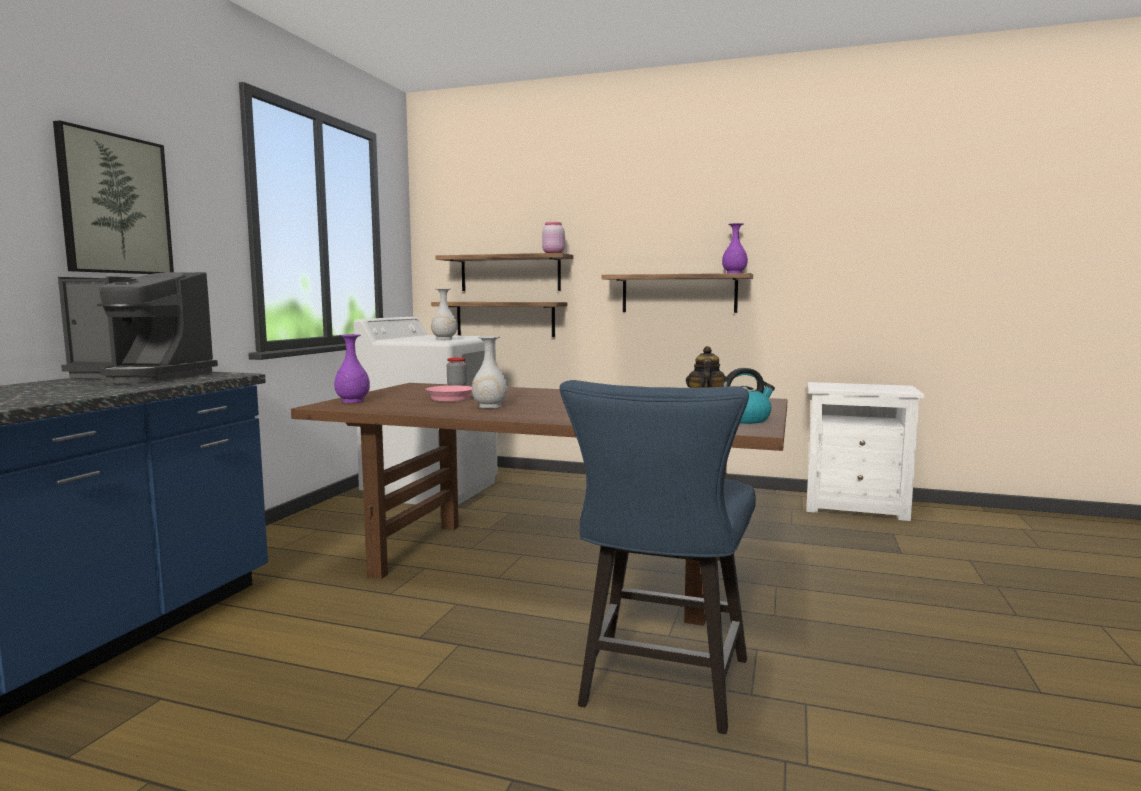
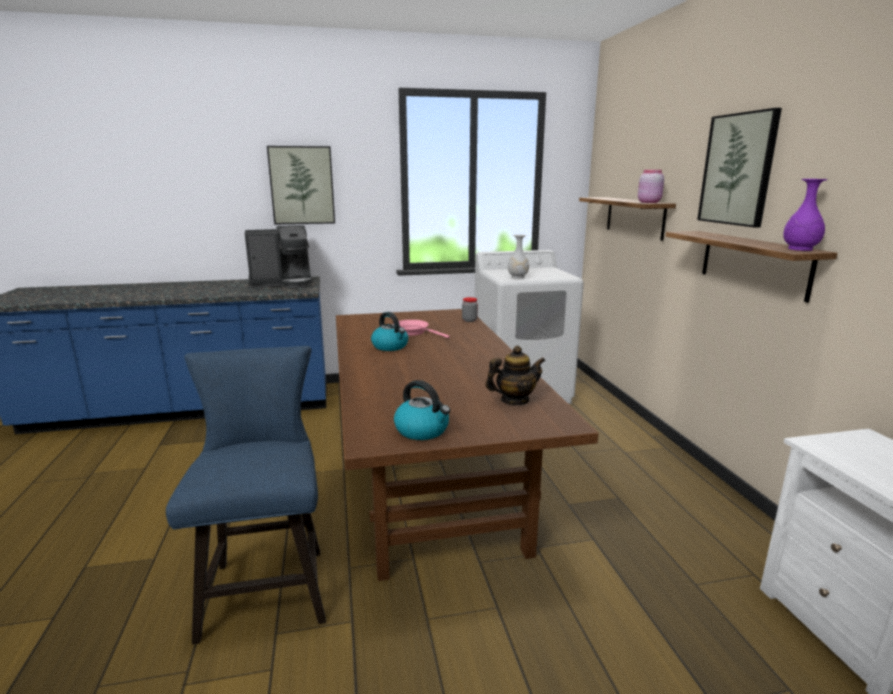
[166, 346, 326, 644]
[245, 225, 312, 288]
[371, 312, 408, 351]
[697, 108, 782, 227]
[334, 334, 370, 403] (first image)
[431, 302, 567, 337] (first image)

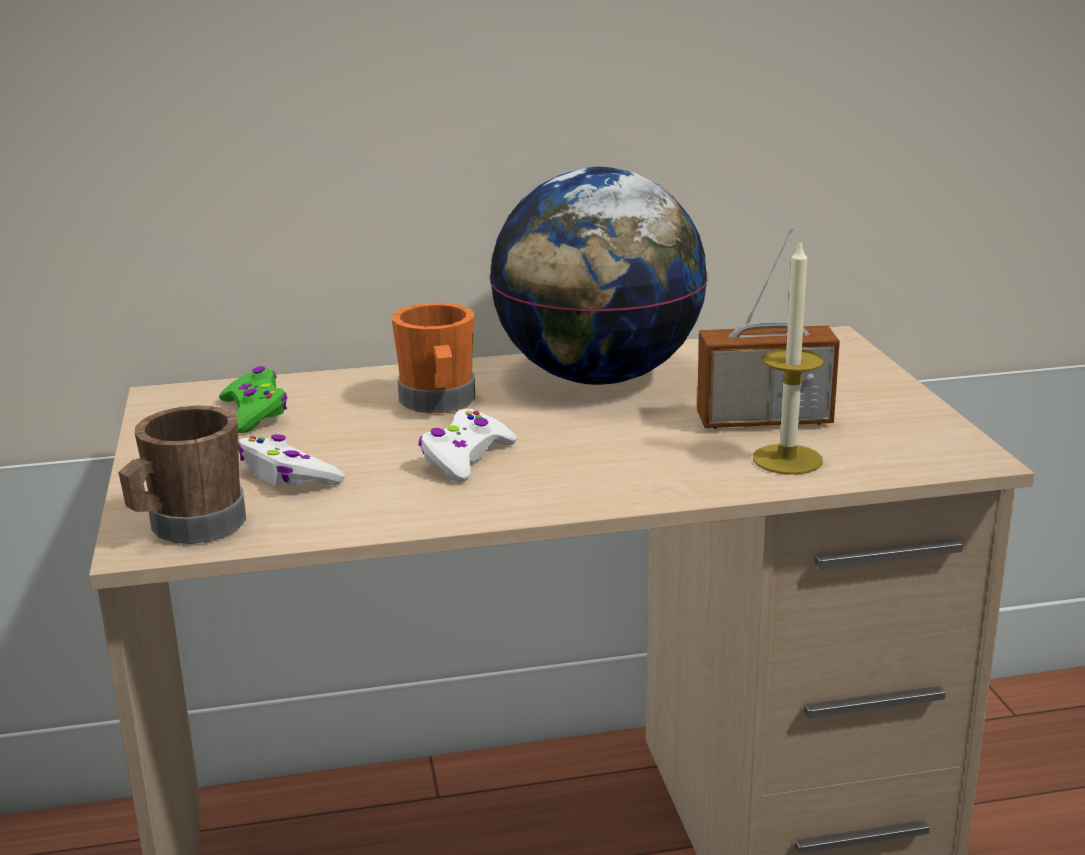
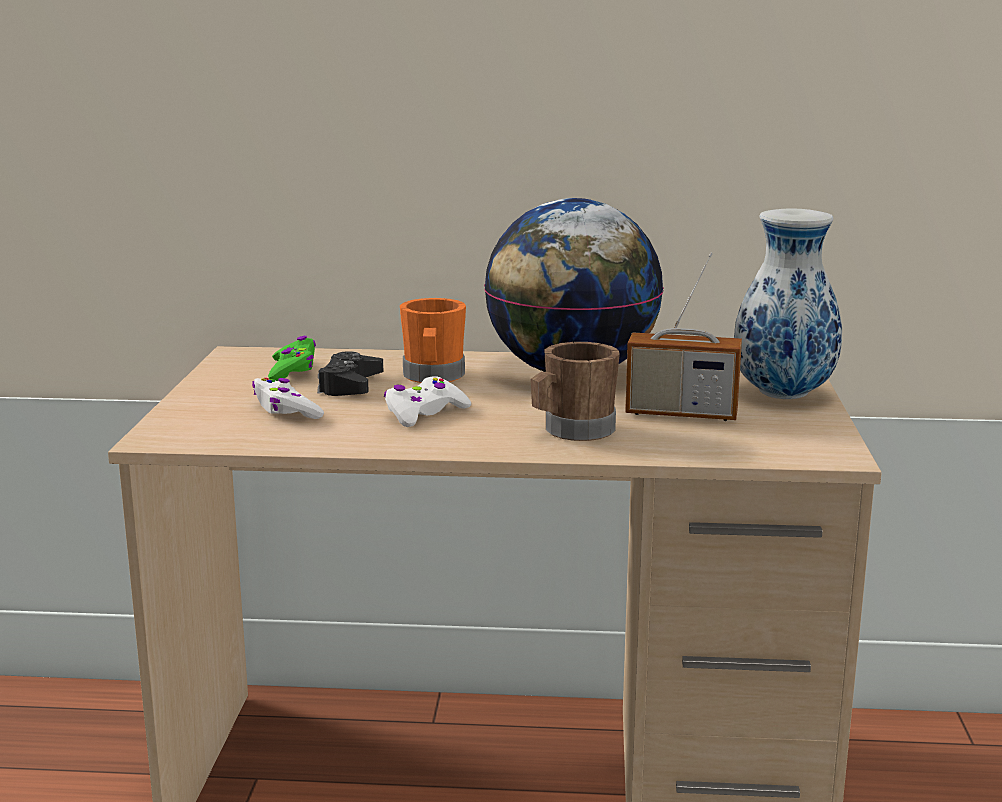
[317, 351, 383, 396]
[531, 342, 620, 441]
[734, 209, 842, 399]
[753, 239, 824, 475] (first image)

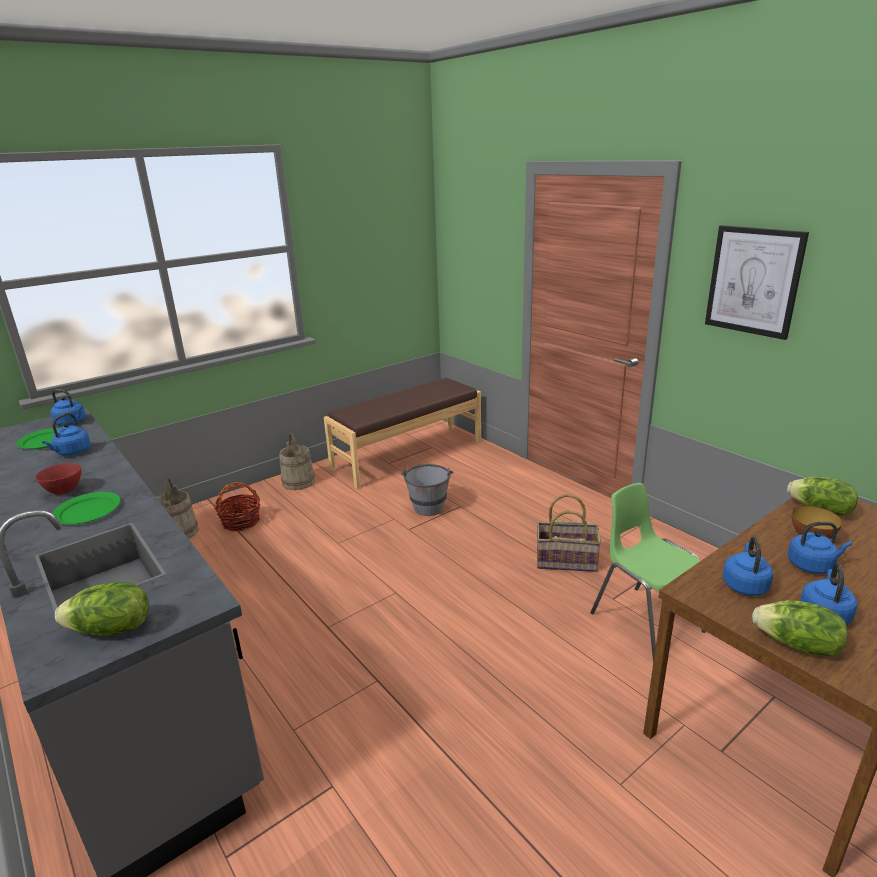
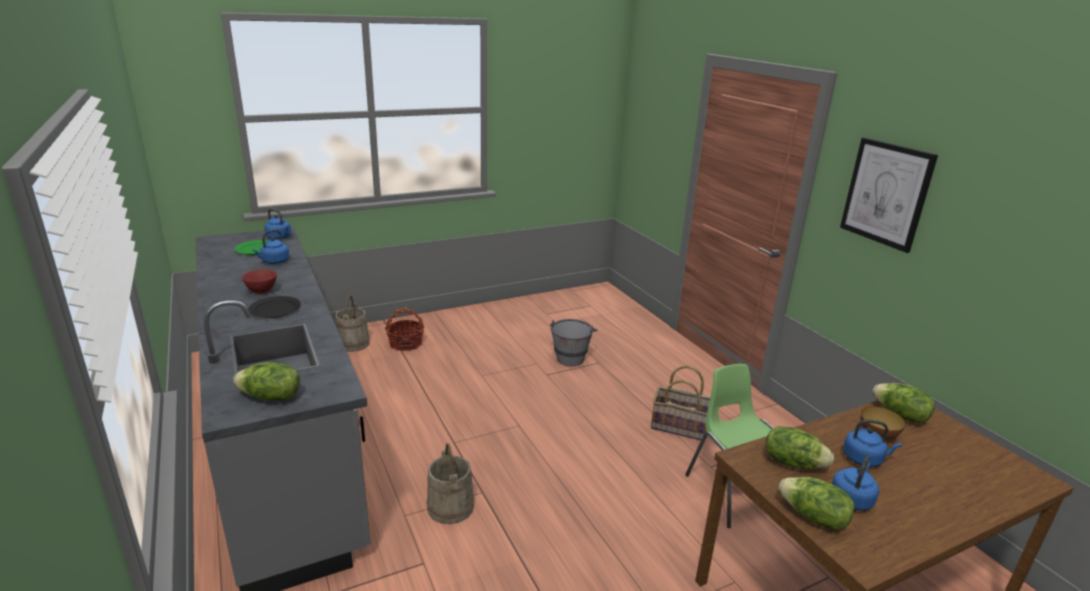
[248, 296, 301, 318]
[426, 443, 474, 524]
[765, 426, 834, 469]
[324, 378, 481, 489] (first image)

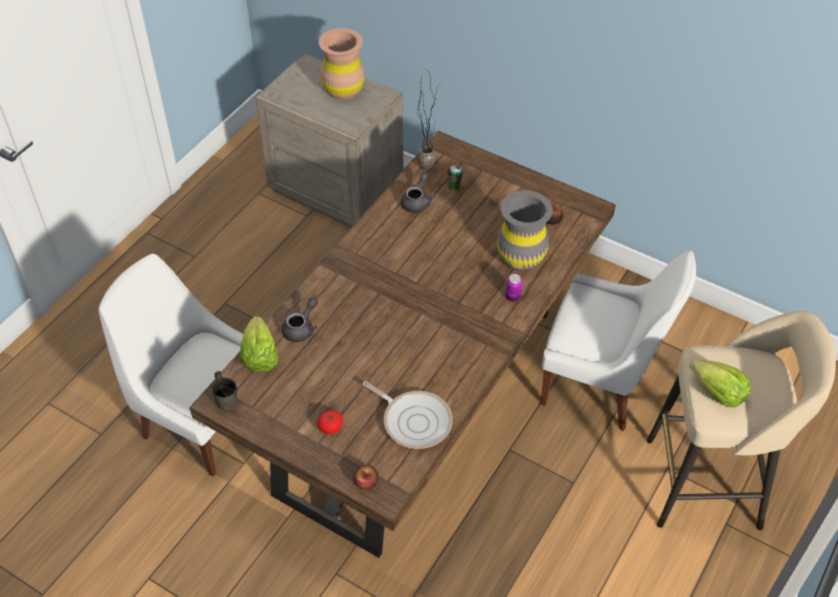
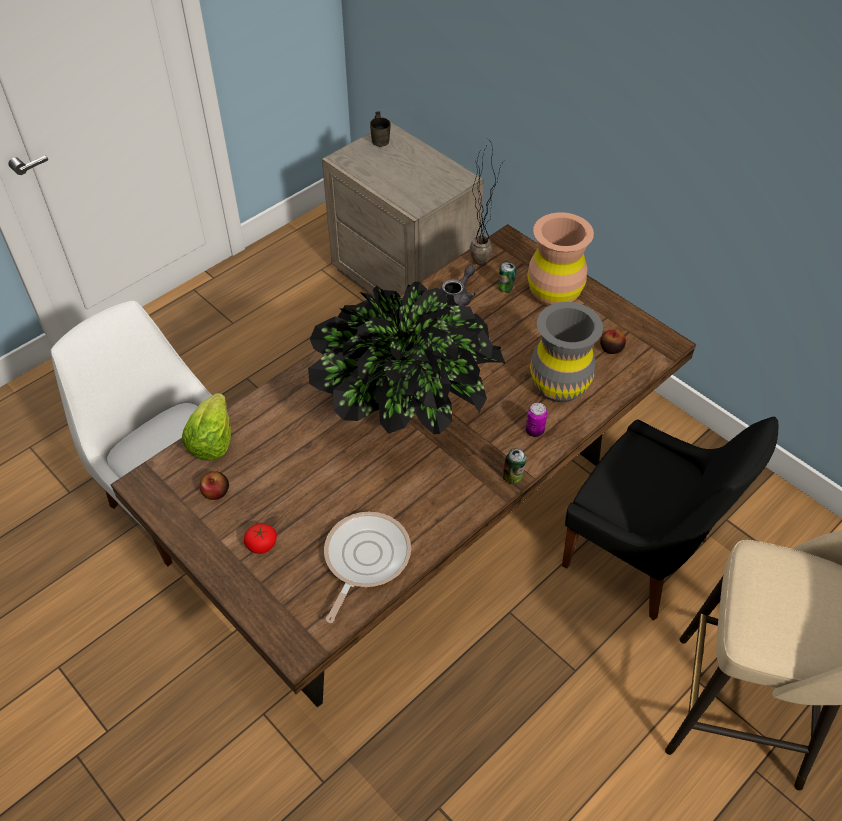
[200, 471, 229, 500]
[308, 282, 506, 434]
[324, 512, 411, 623]
[370, 111, 391, 147]
[502, 449, 527, 484]
[527, 212, 594, 306]
[562, 417, 778, 621]
[282, 298, 318, 342] (first image)
[690, 359, 751, 407] (first image)

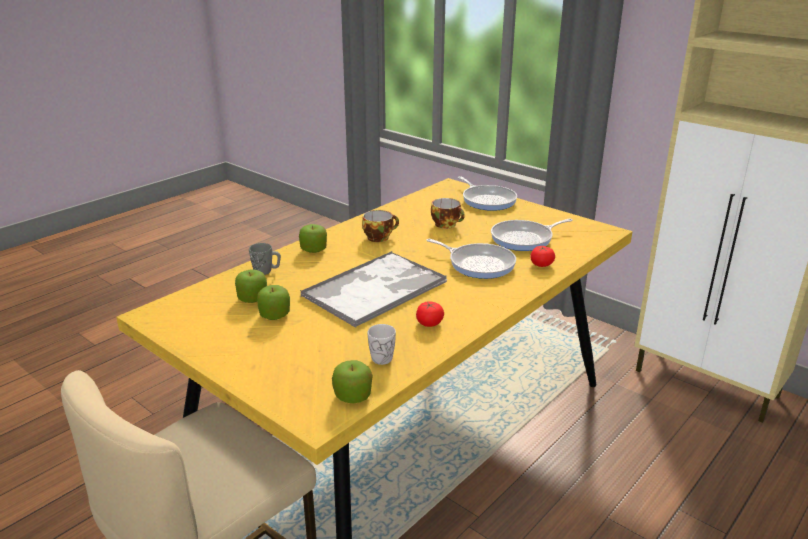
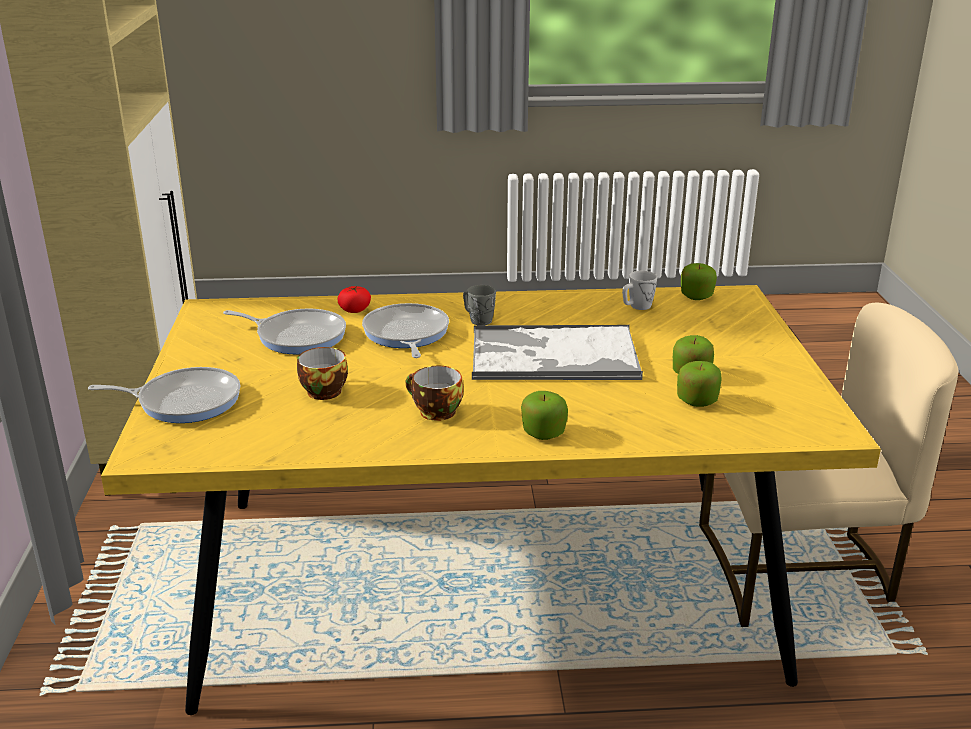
[88, 367, 240, 423]
[463, 285, 496, 325]
[416, 301, 444, 327] (first image)

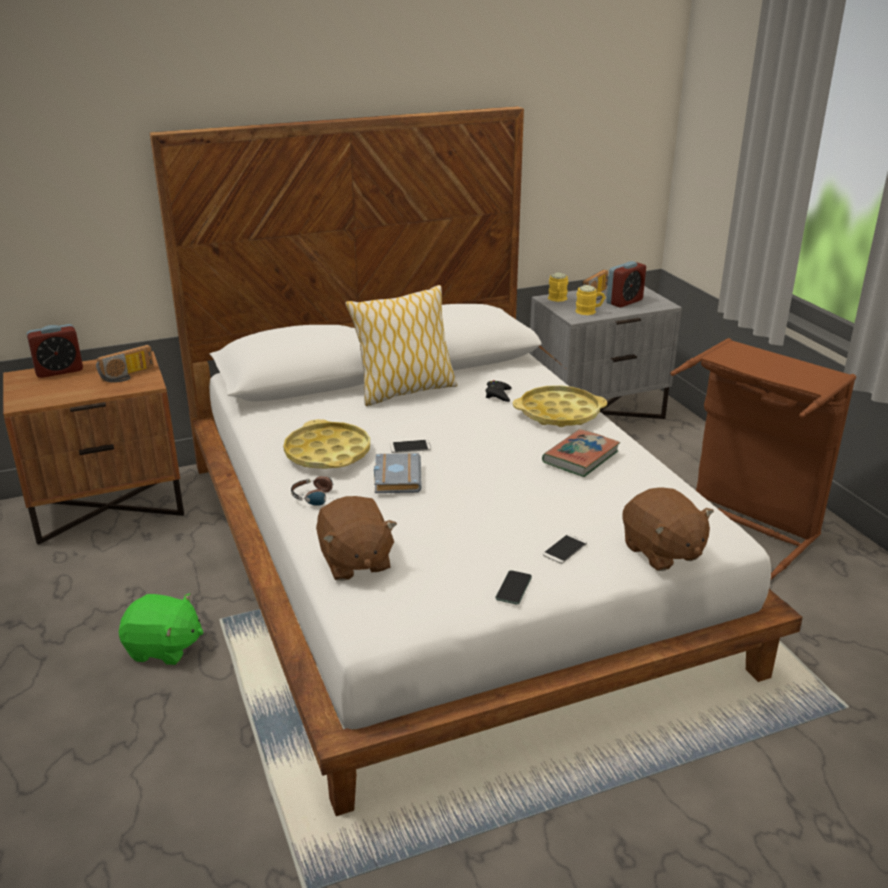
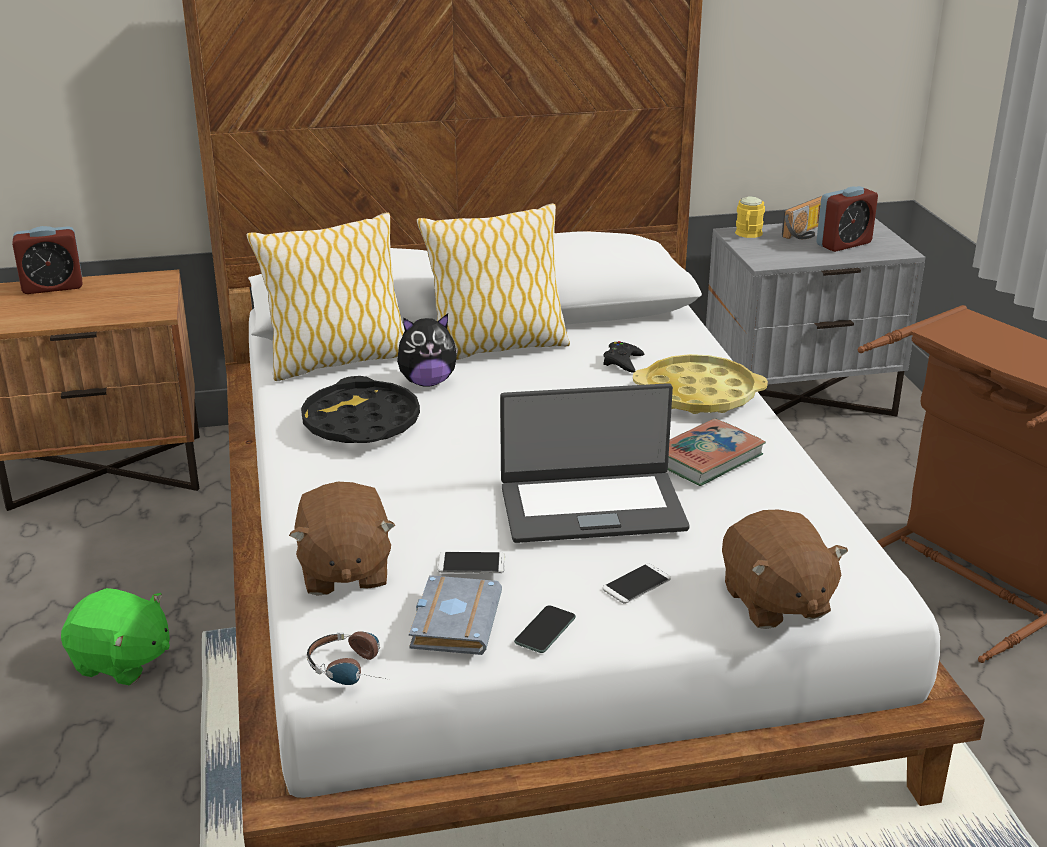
[246, 212, 405, 381]
[301, 376, 420, 443]
[307, 632, 389, 685]
[397, 314, 458, 387]
[409, 575, 502, 655]
[438, 552, 505, 573]
[500, 383, 690, 543]
[96, 345, 154, 383] (first image)
[575, 285, 606, 315] (first image)

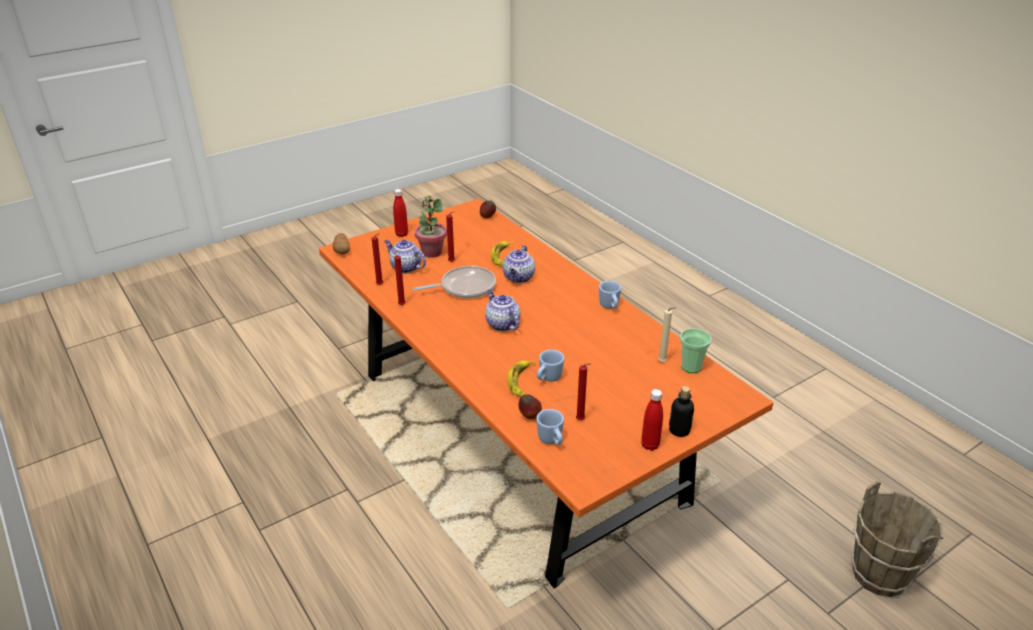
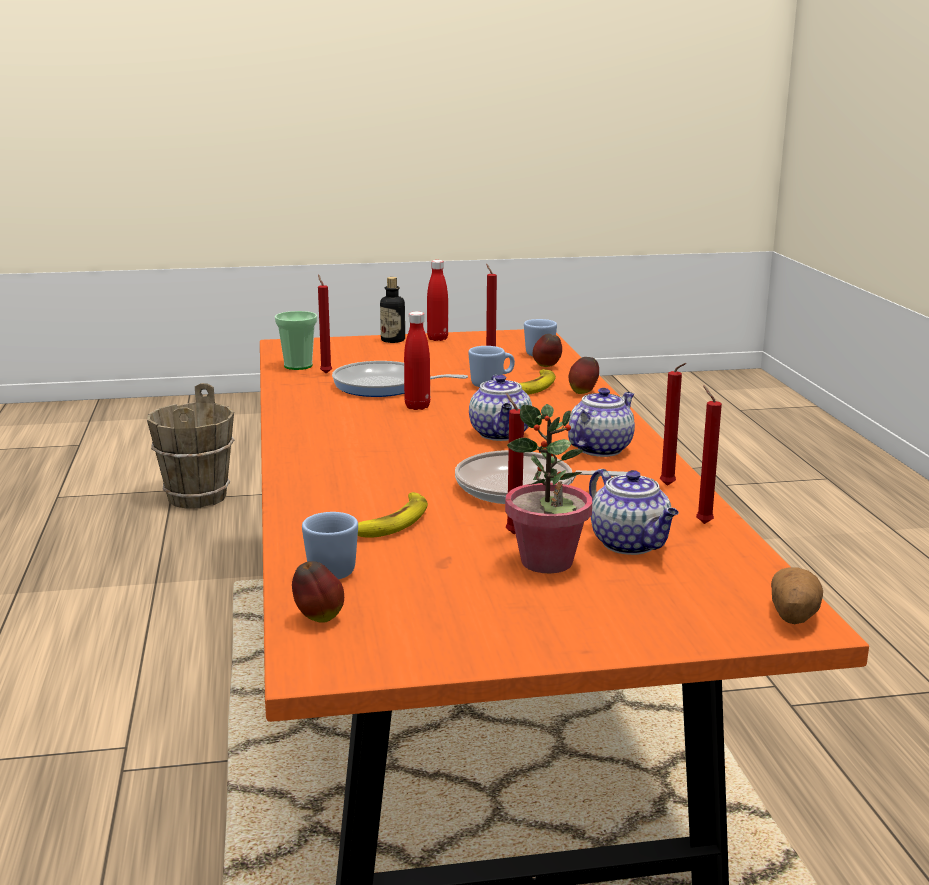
[302, 512, 358, 579]
[318, 274, 332, 374]
[332, 361, 468, 397]
[404, 311, 430, 410]
[568, 388, 635, 457]
[569, 357, 599, 394]

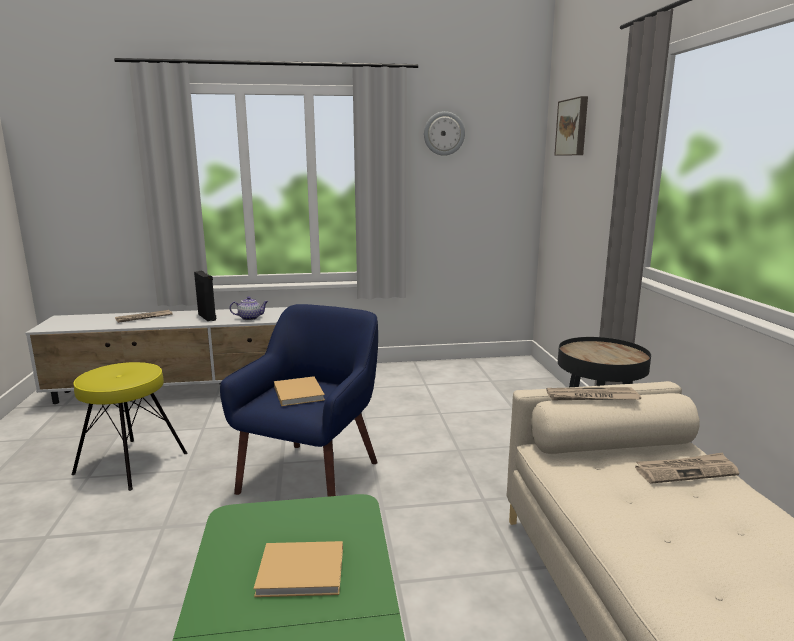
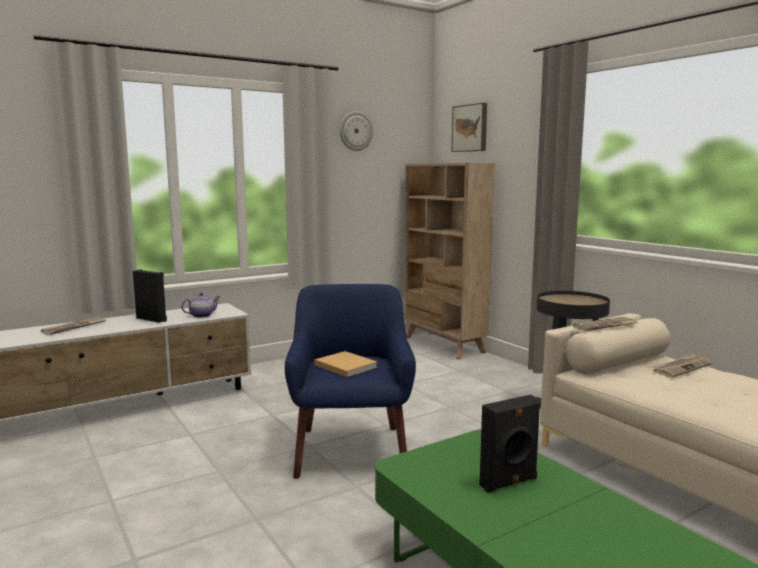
[404, 163, 495, 359]
[479, 395, 541, 493]
[72, 362, 187, 491] (first image)

